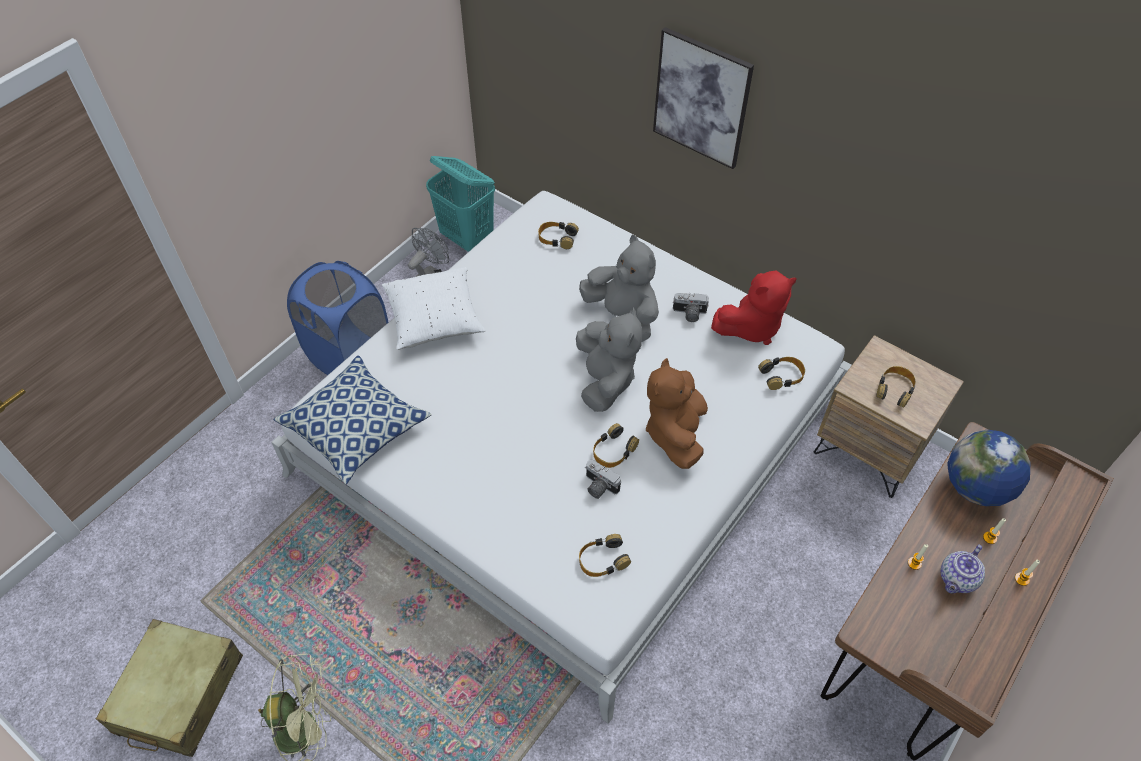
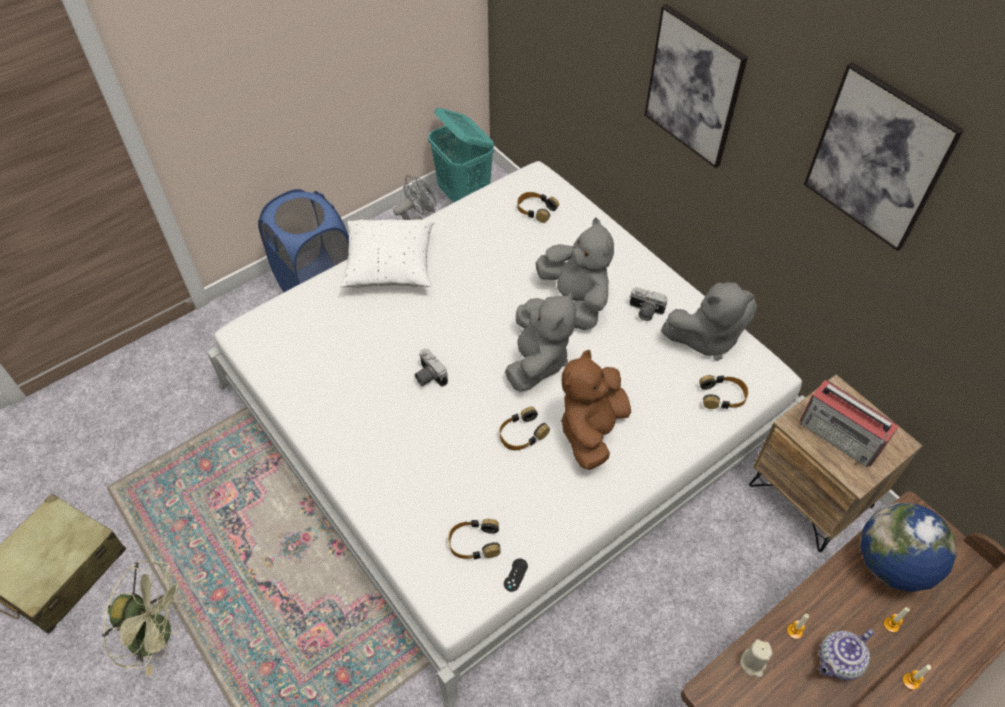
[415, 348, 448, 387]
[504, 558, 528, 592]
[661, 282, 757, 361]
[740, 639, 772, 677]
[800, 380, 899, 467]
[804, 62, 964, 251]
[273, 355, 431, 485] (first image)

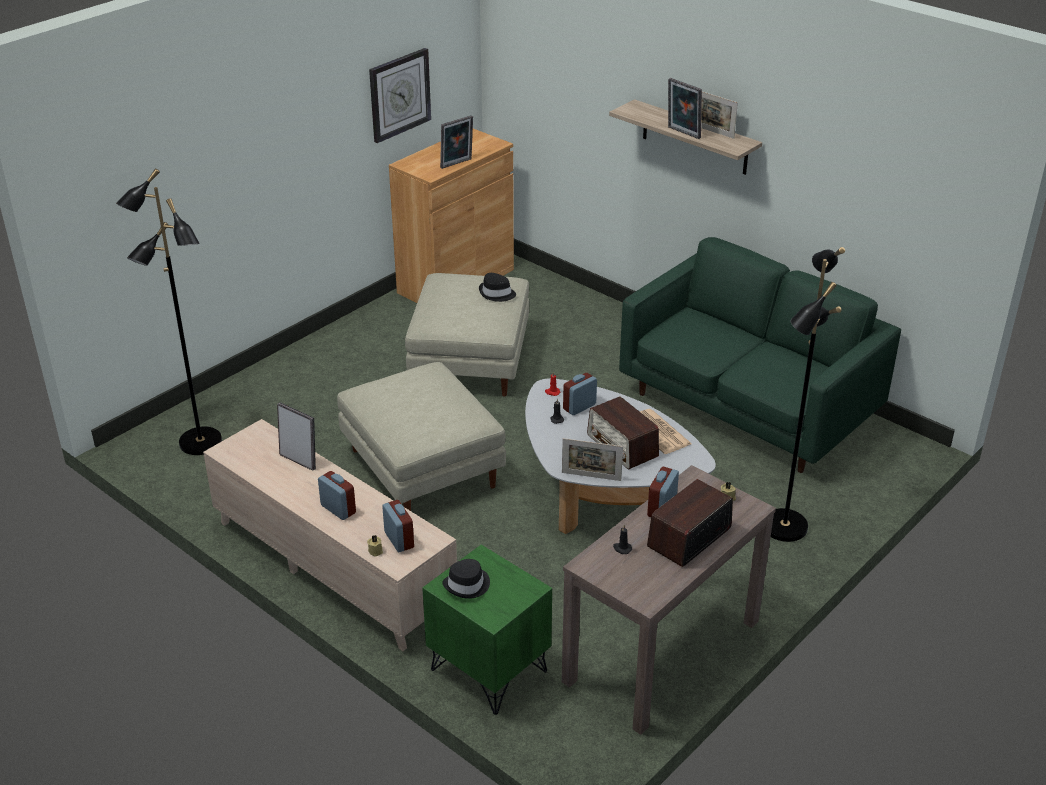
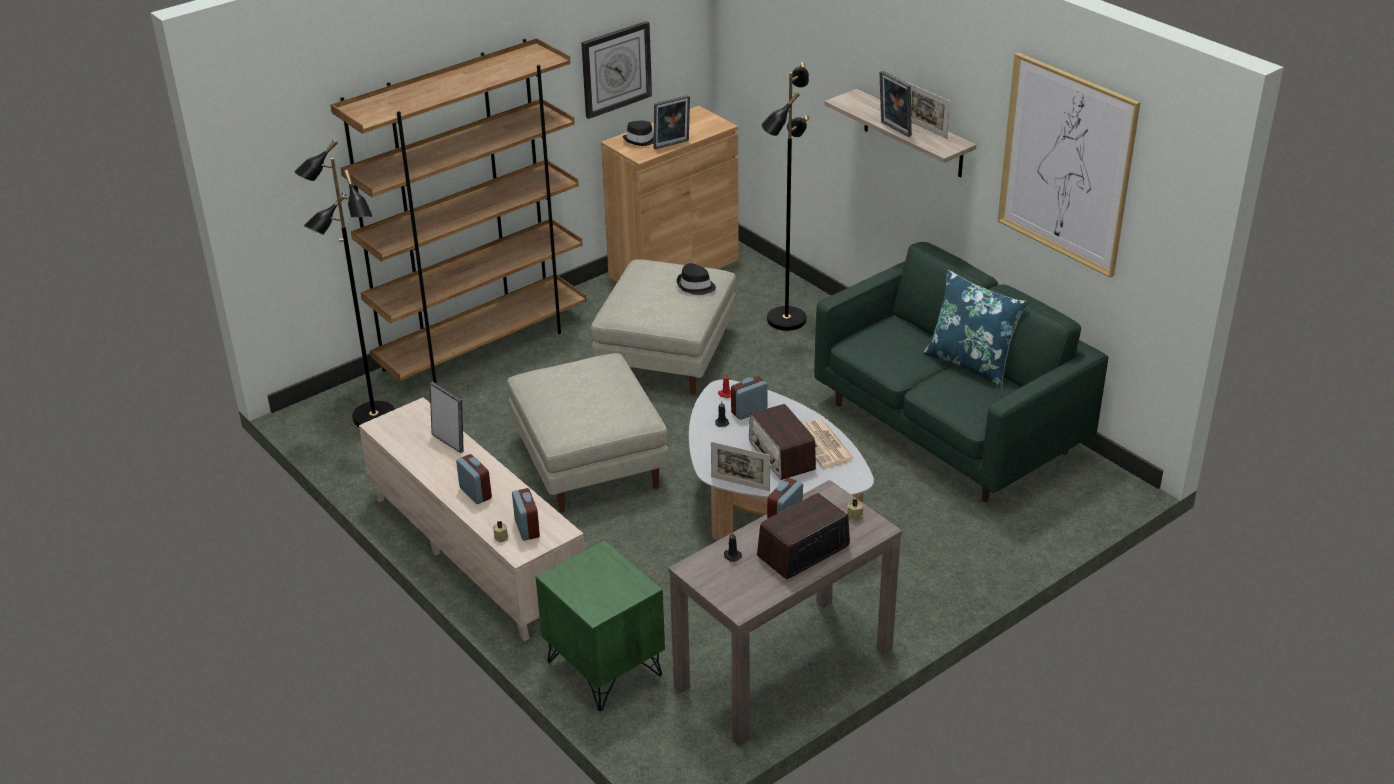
[330, 38, 586, 384]
[623, 121, 654, 146]
[761, 62, 810, 331]
[923, 270, 1028, 388]
[998, 52, 1140, 278]

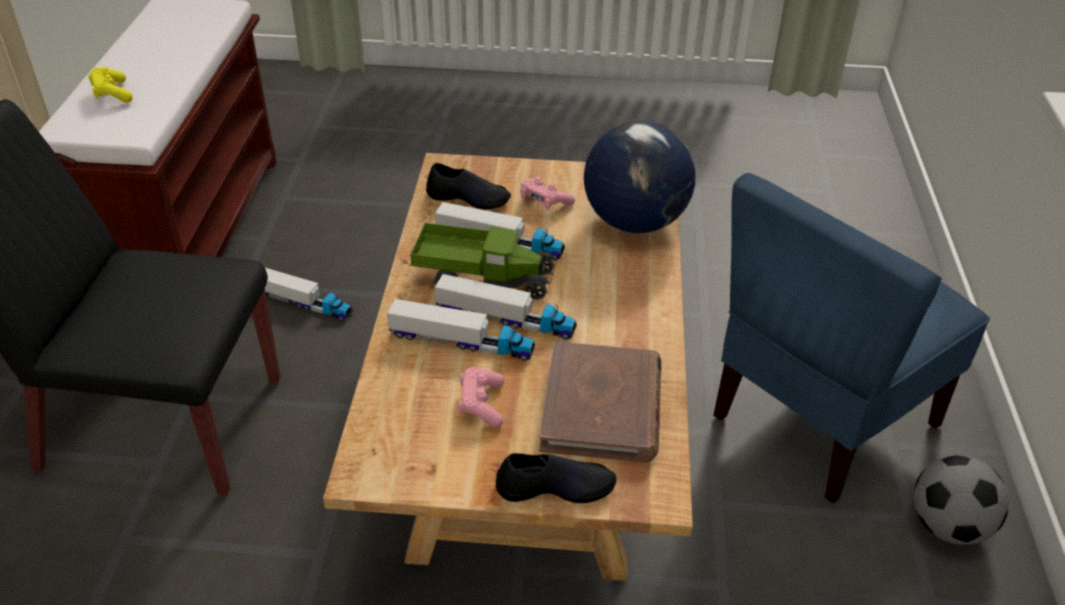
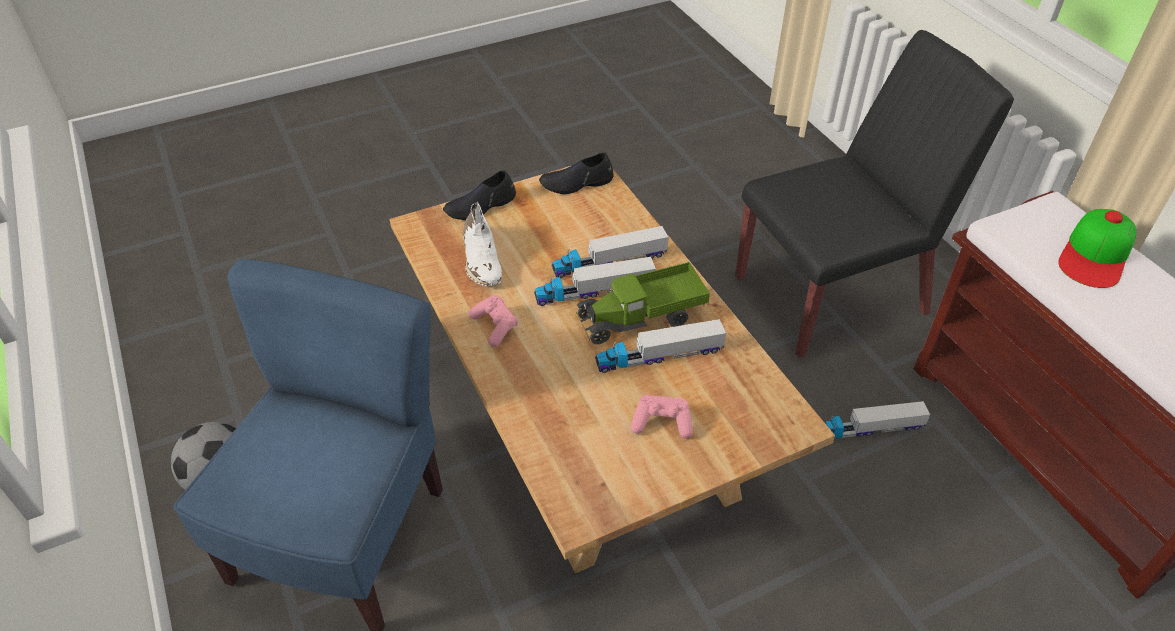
[463, 202, 502, 286]
[469, 295, 518, 347]
[539, 153, 613, 194]
[1058, 209, 1136, 288]
[584, 121, 695, 233] (first image)

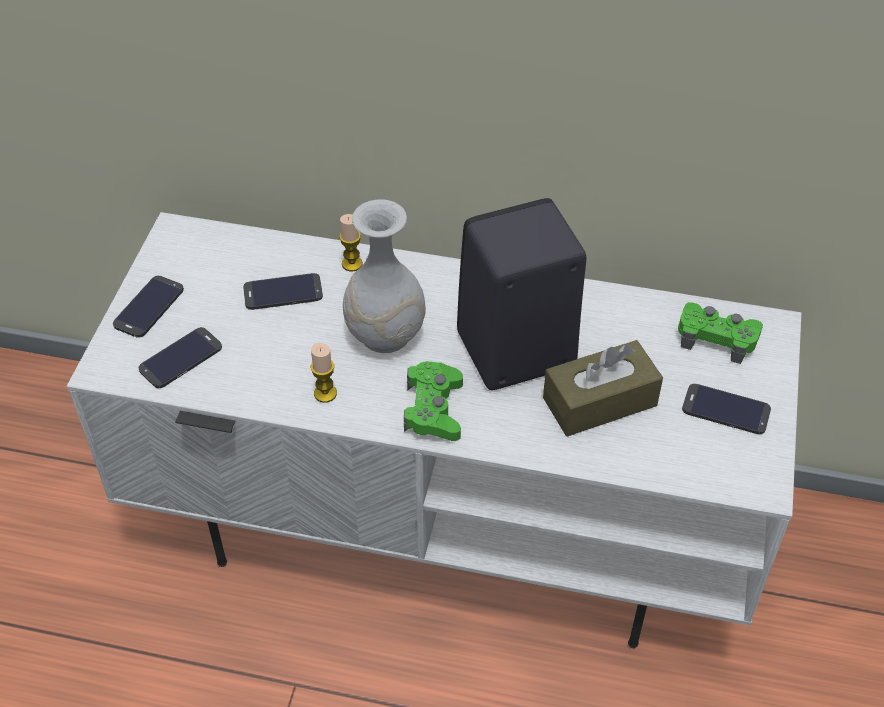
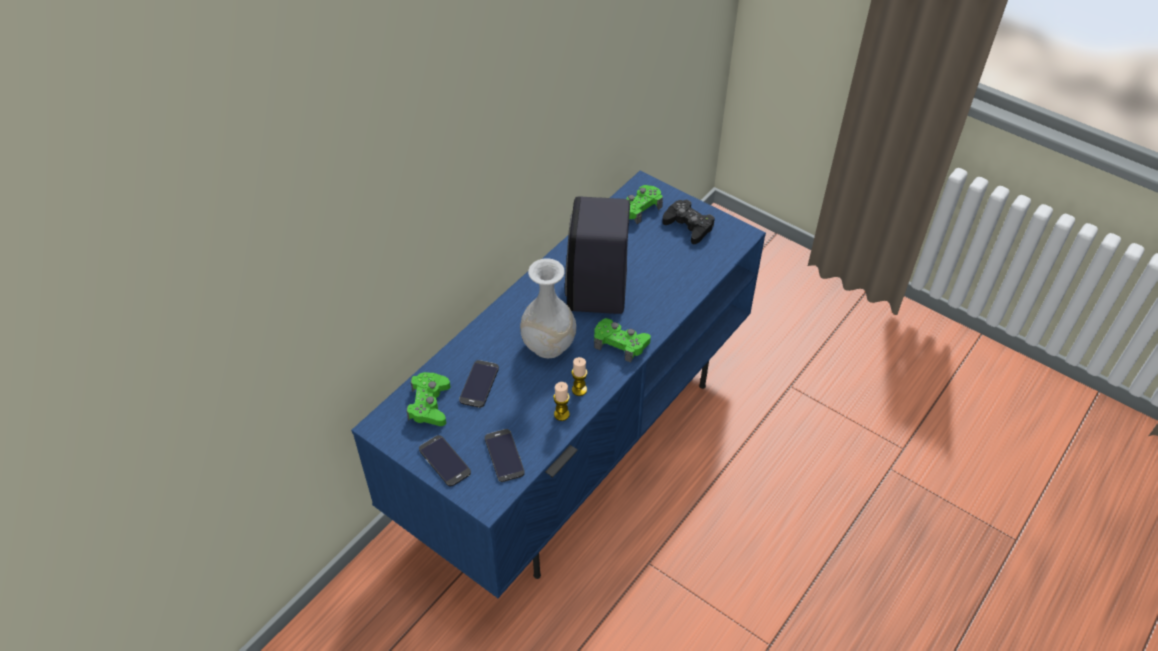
[351, 171, 766, 598]
[407, 372, 451, 426]
[553, 382, 570, 421]
[662, 200, 715, 244]
[543, 340, 663, 437] (first image)

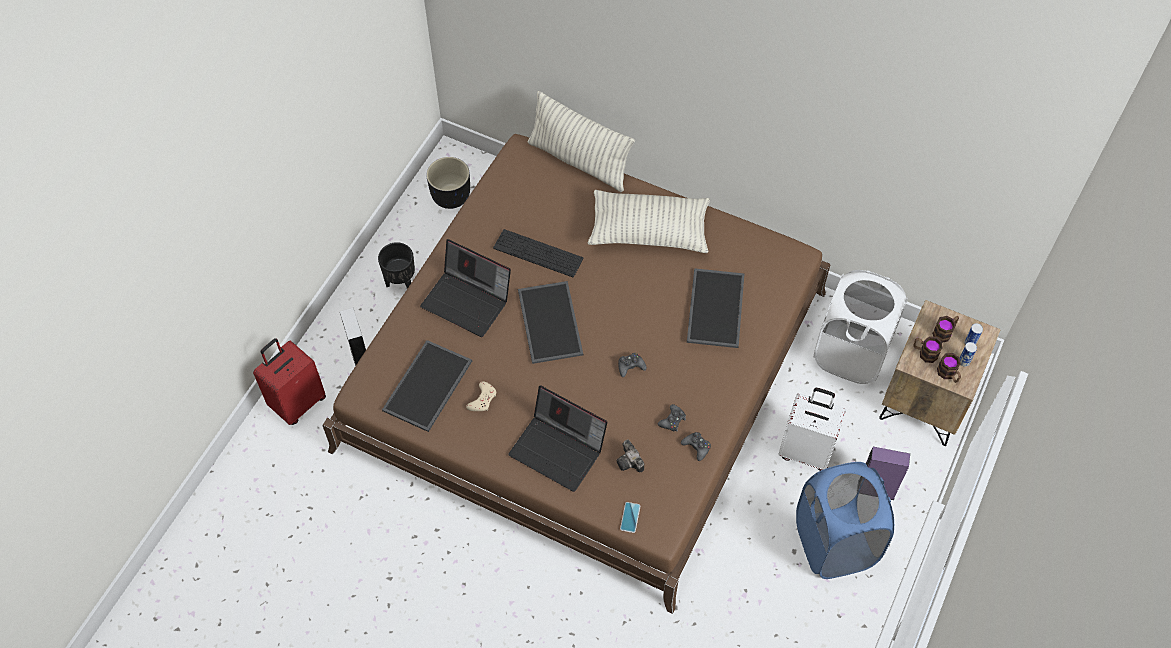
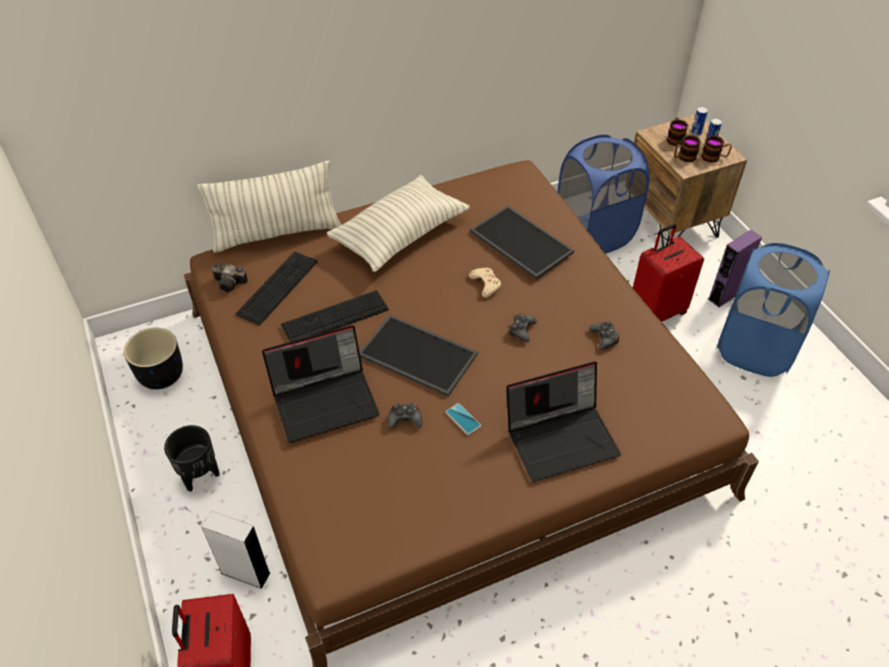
[212, 264, 248, 292]
[236, 251, 318, 326]
[388, 403, 422, 429]
[446, 403, 481, 435]
[469, 268, 501, 298]
[557, 134, 649, 254]
[633, 224, 704, 322]
[382, 340, 472, 432] (first image)

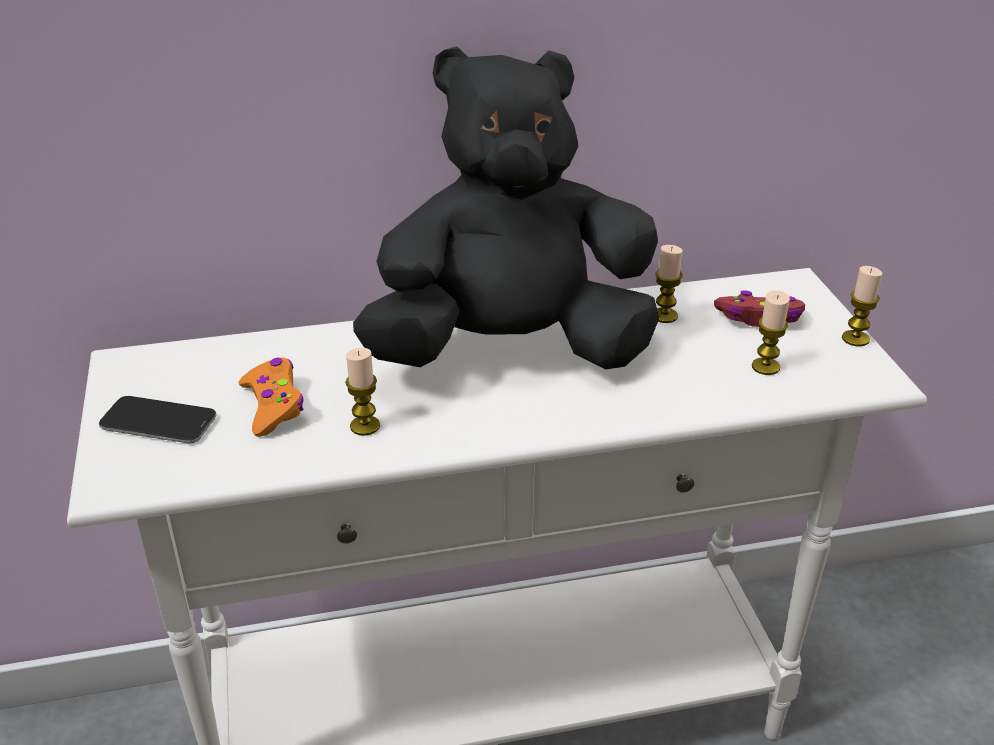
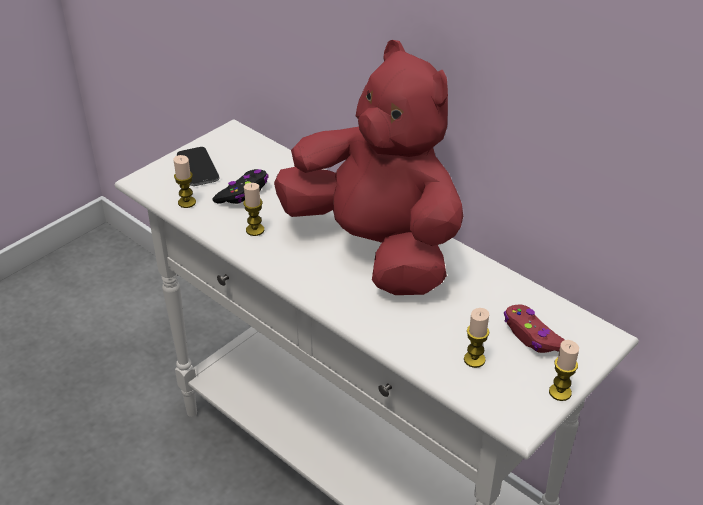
[173, 155, 196, 208]
[212, 169, 269, 204]
[274, 40, 463, 295]

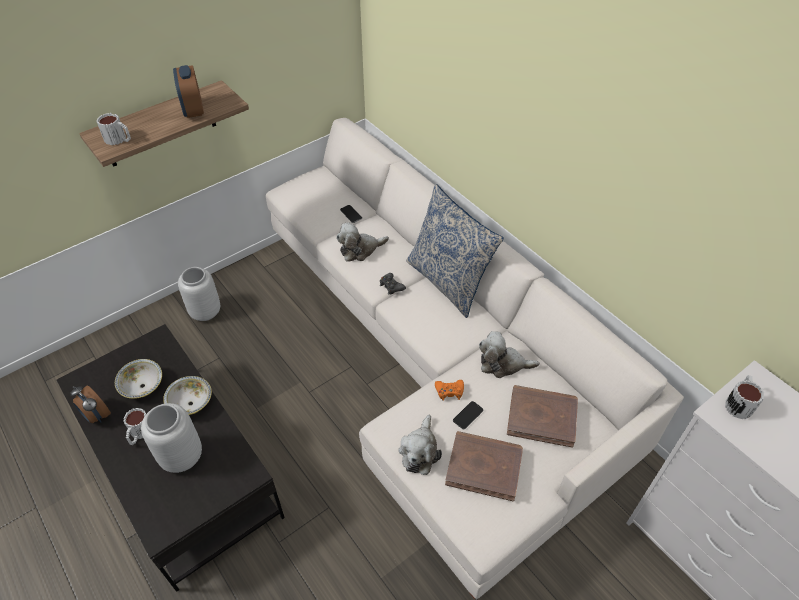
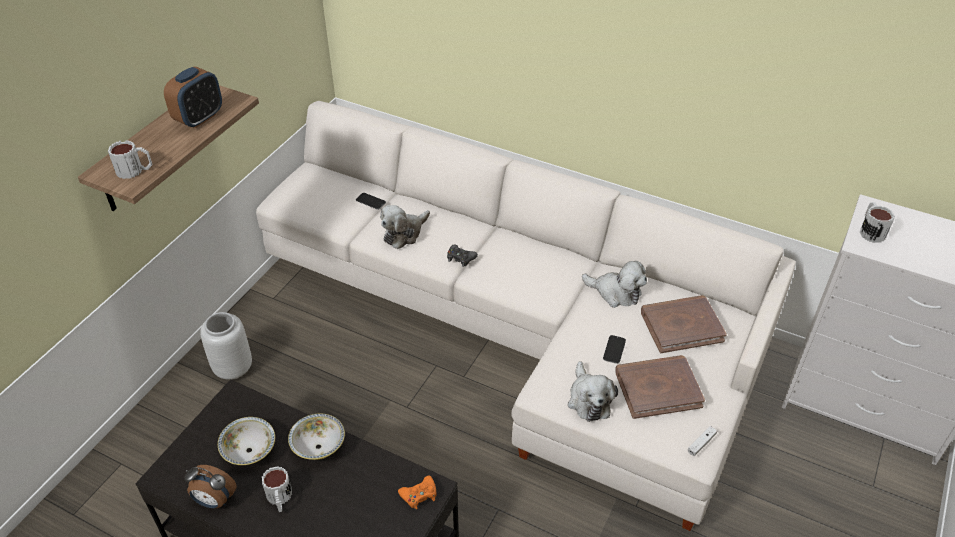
[164, 67, 222, 128]
[398, 476, 436, 510]
[582, 261, 647, 308]
[688, 426, 717, 456]
[141, 403, 202, 473] (first image)
[406, 184, 504, 318] (first image)

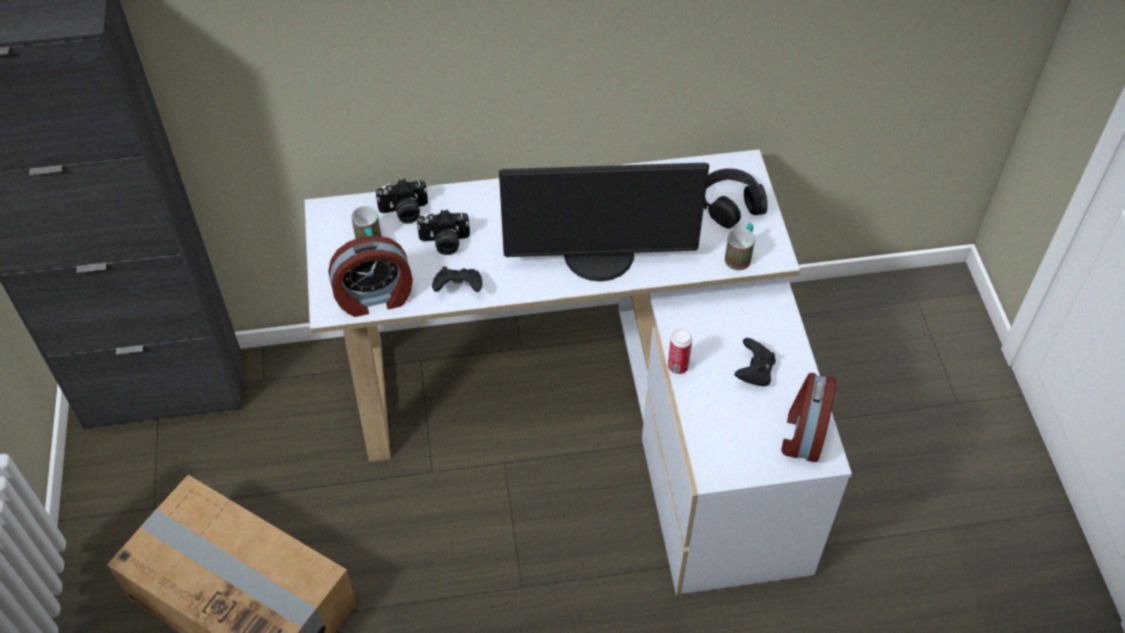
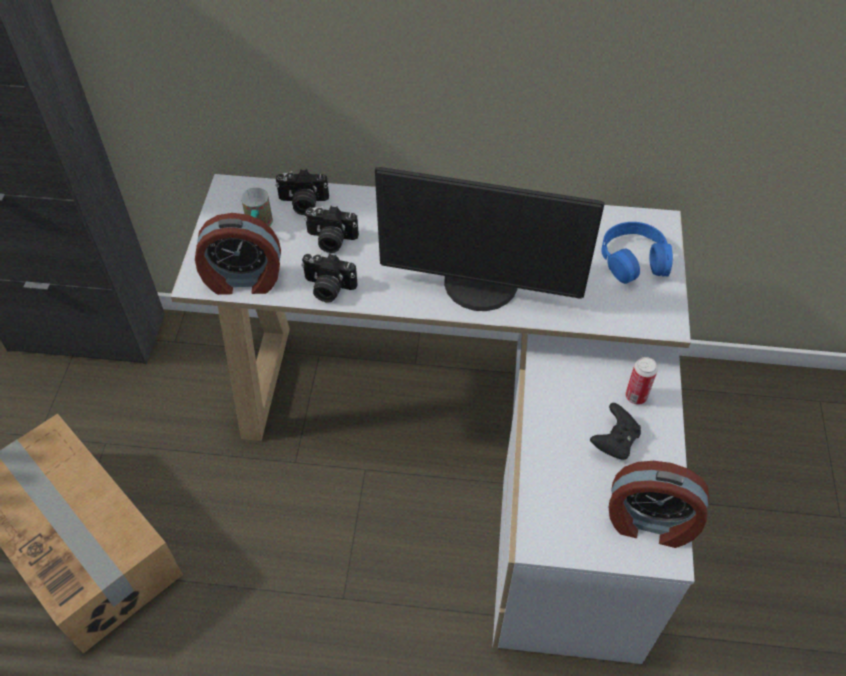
[301, 253, 358, 303]
[602, 222, 673, 284]
[608, 461, 709, 548]
[625, 357, 658, 405]
[725, 223, 755, 270] (first image)

